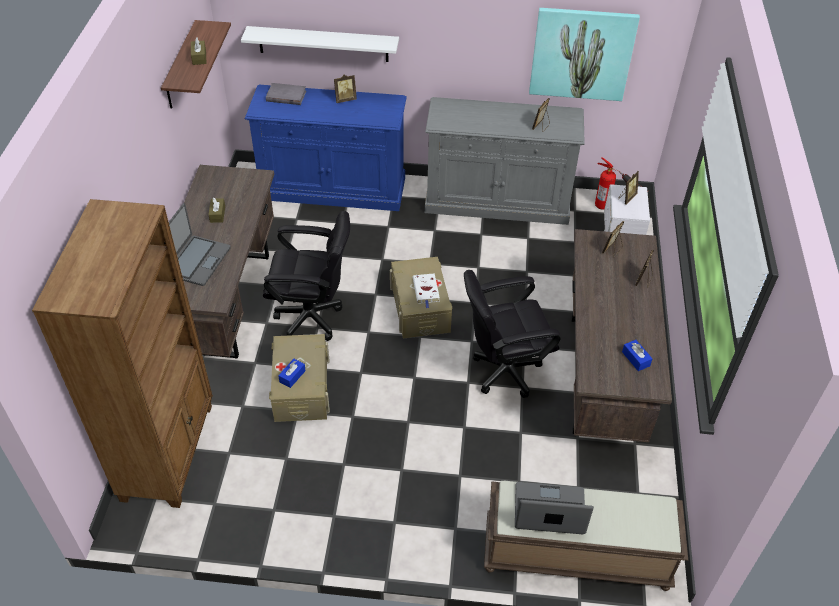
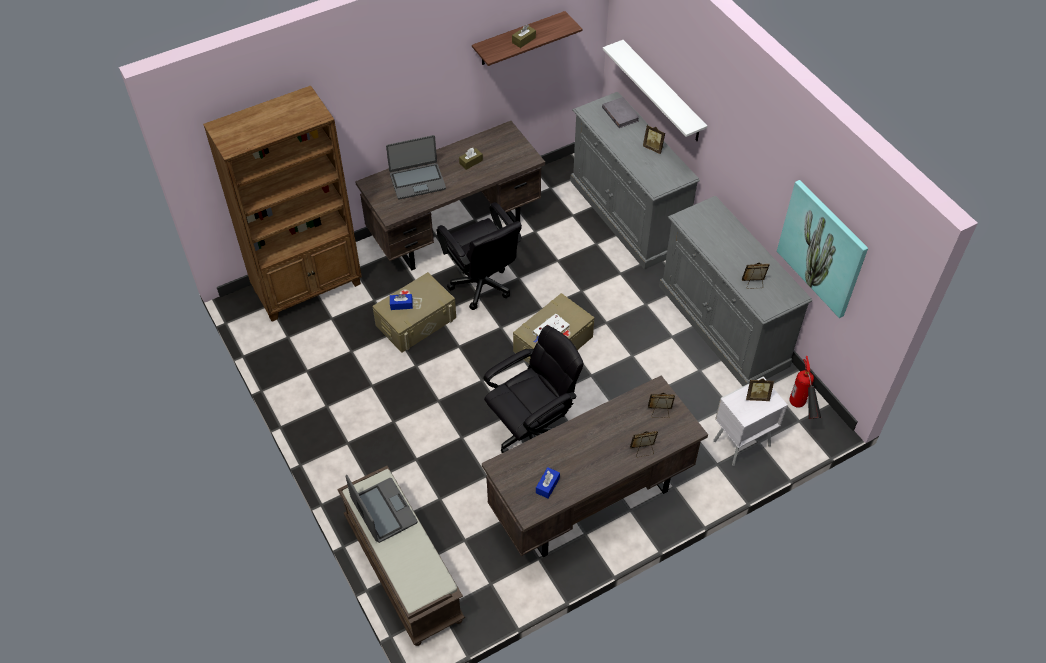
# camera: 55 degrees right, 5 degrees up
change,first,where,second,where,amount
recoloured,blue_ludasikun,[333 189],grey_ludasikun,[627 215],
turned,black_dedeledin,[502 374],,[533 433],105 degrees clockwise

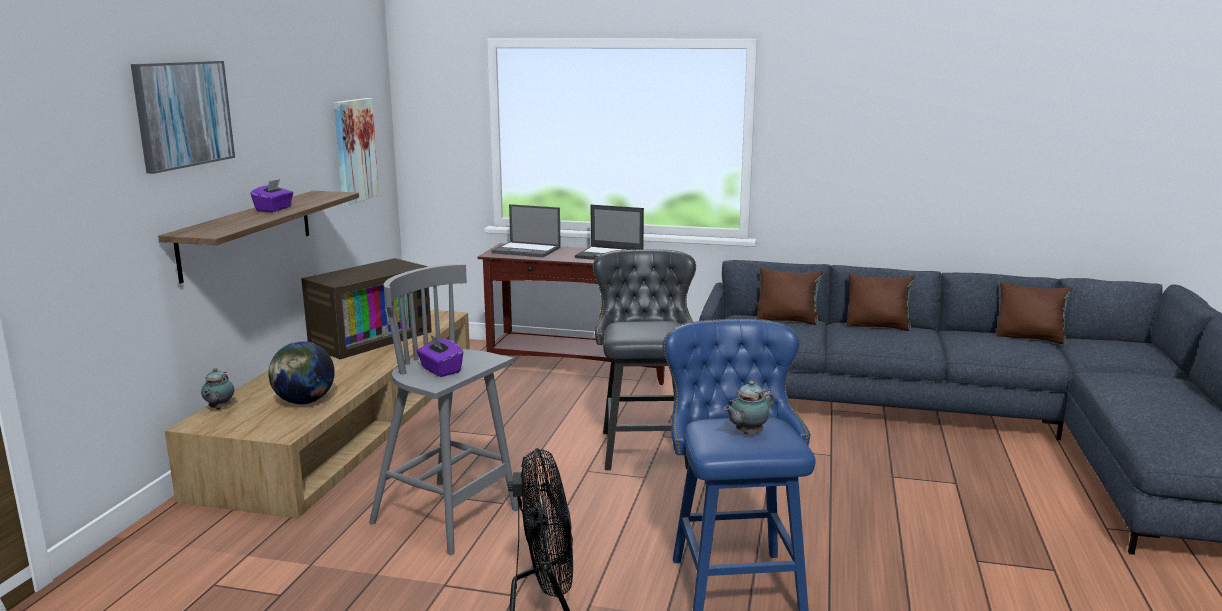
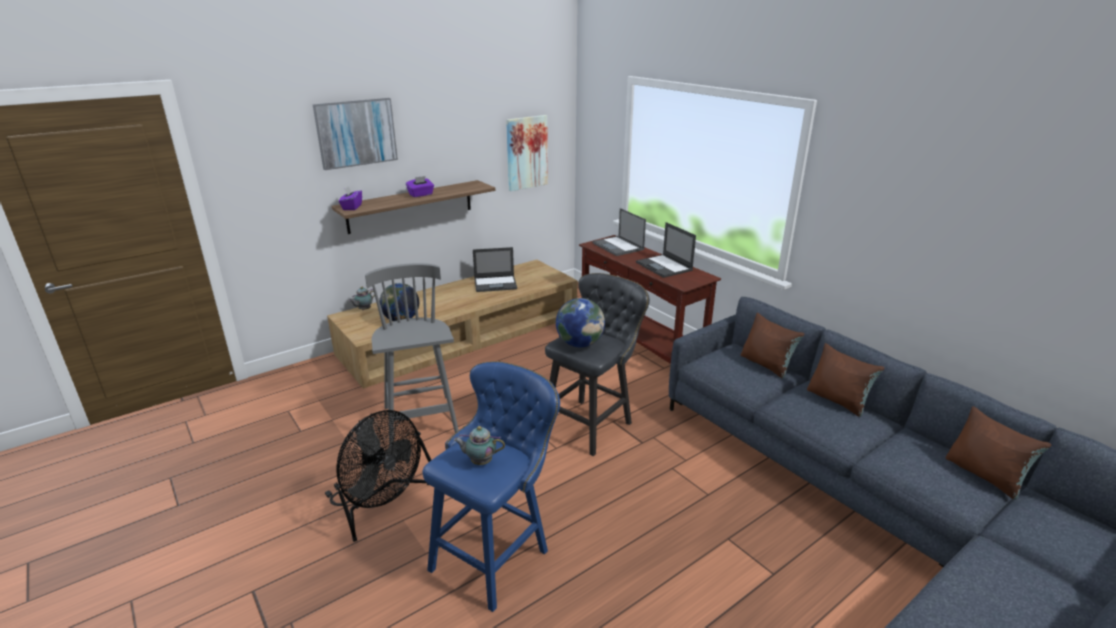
# camera: 40 degrees right, 10 degrees up
change,first,where,second,where,amount
replaced,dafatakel,[370 338],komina,[496 284],
moved,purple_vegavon,[440 370],,[352 207],
added,,,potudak,[580 344],

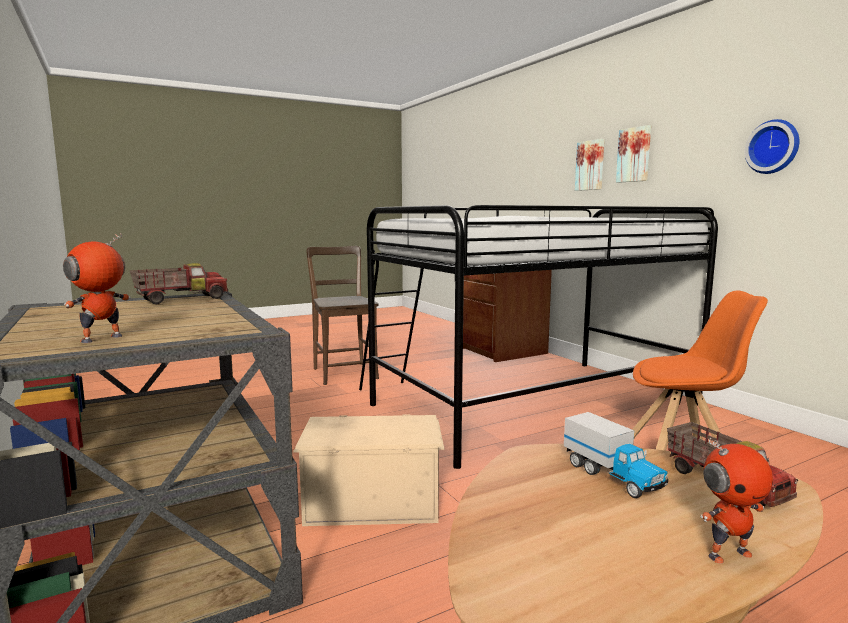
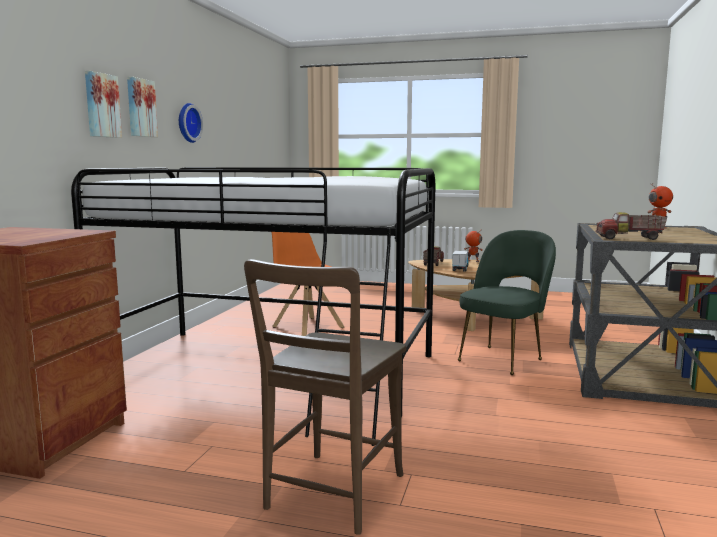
# camera: 135 degrees left, 0 degrees up
change,first,where,second,where,amount
moved,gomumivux,[590 165],,[140 108],
replaced,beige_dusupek,[371 501],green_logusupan,[504 358],

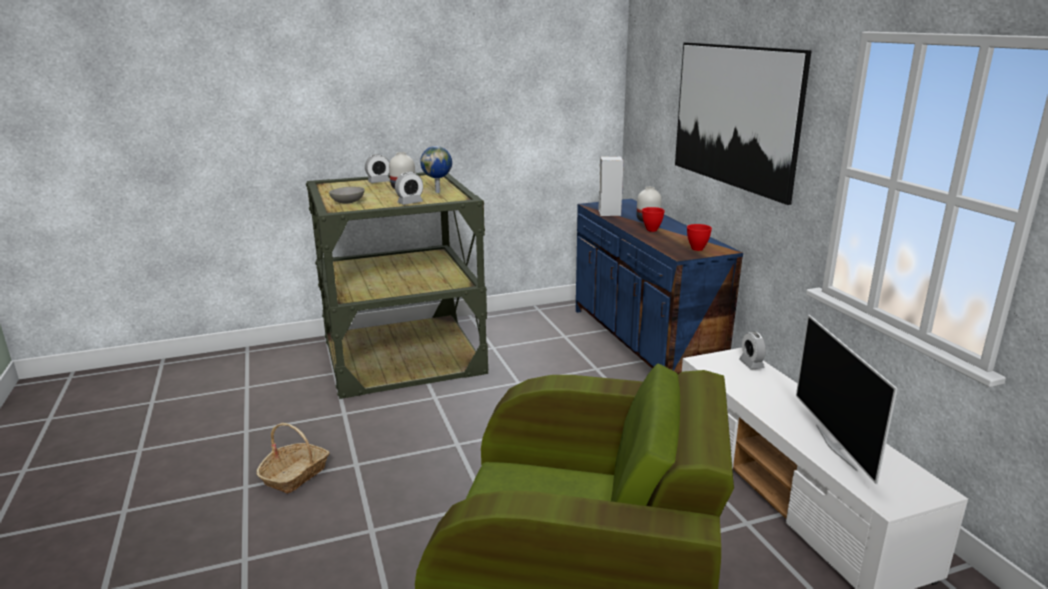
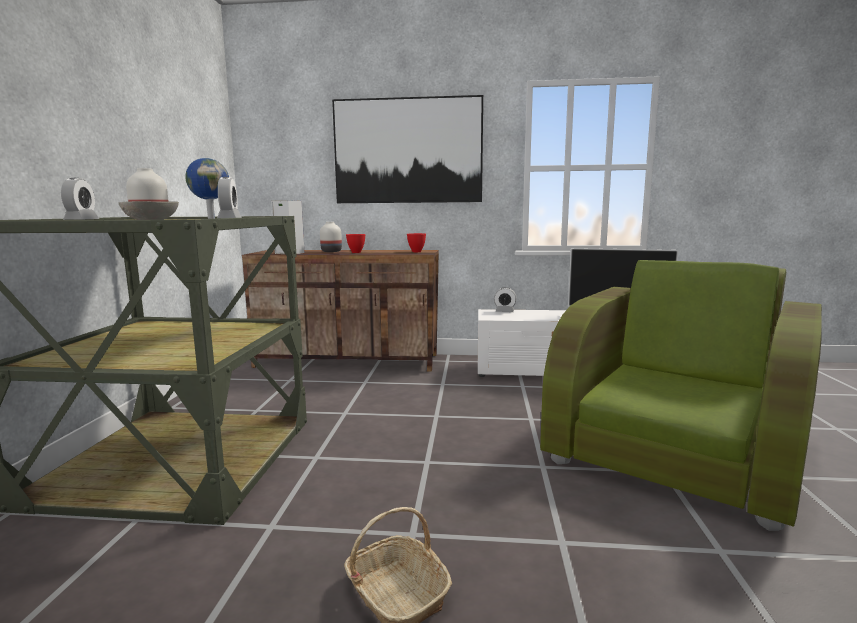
# camera: 65 degrees left, 10 degrees down
change,first,where,second,where,amount
recoloured,blue_ludasikun,[642 343],brown_ludasikun,[348 361],

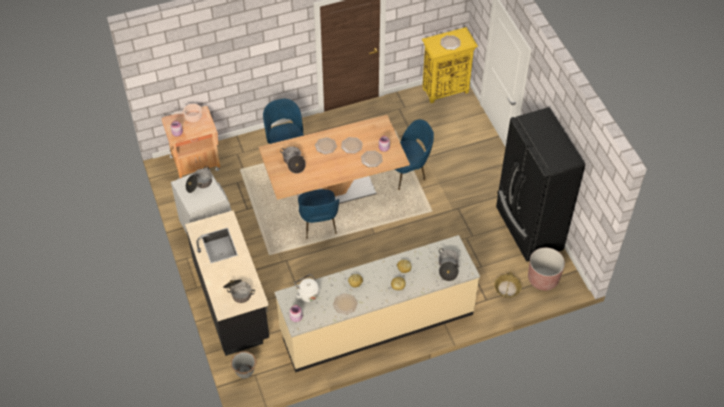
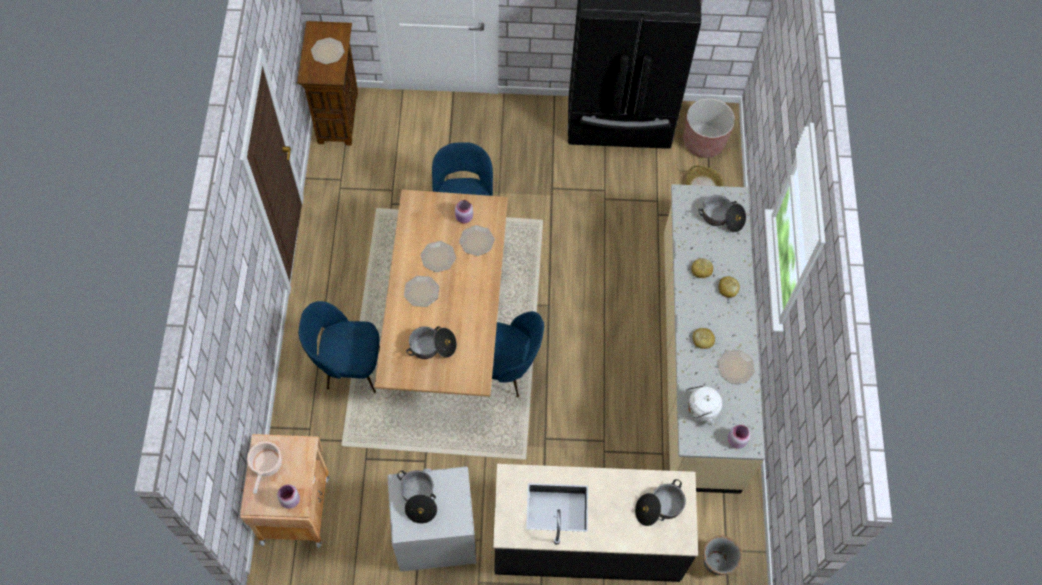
# camera: 70 degrees left, 10 degrees up
change,first,where,second,where,amount
recoloured,yellow_ludasikun,[445 90],brown_ludasikun,[337 118],

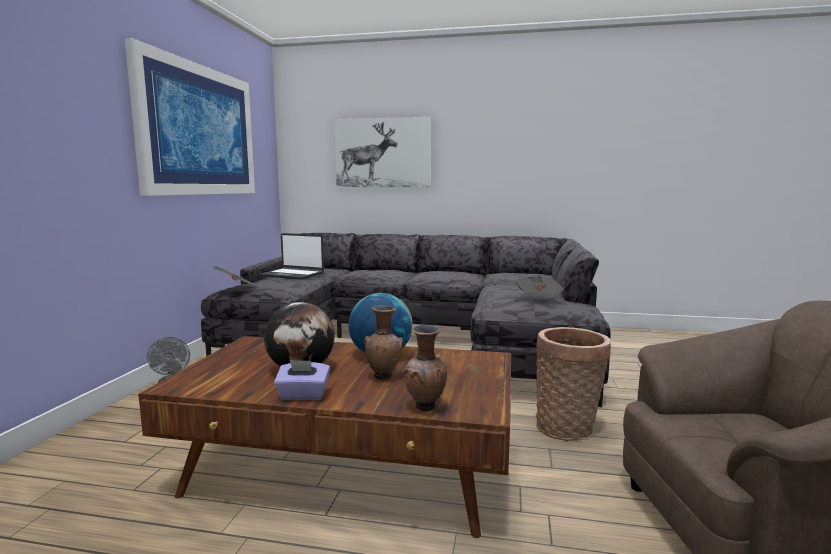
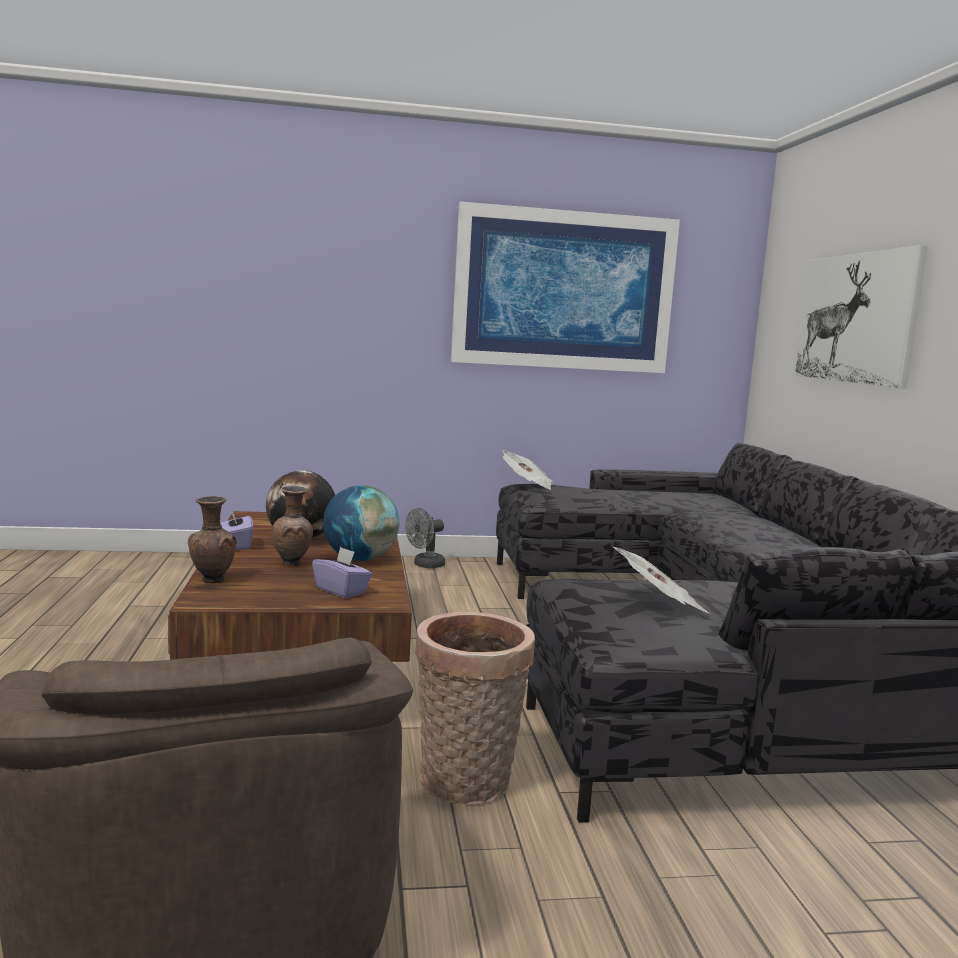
# camera: 70 degrees right, 0 degrees up
change,first,where,second,where,amount
removed,komina,[292 274],,,
added,,,purple_vegavon,[341 591],

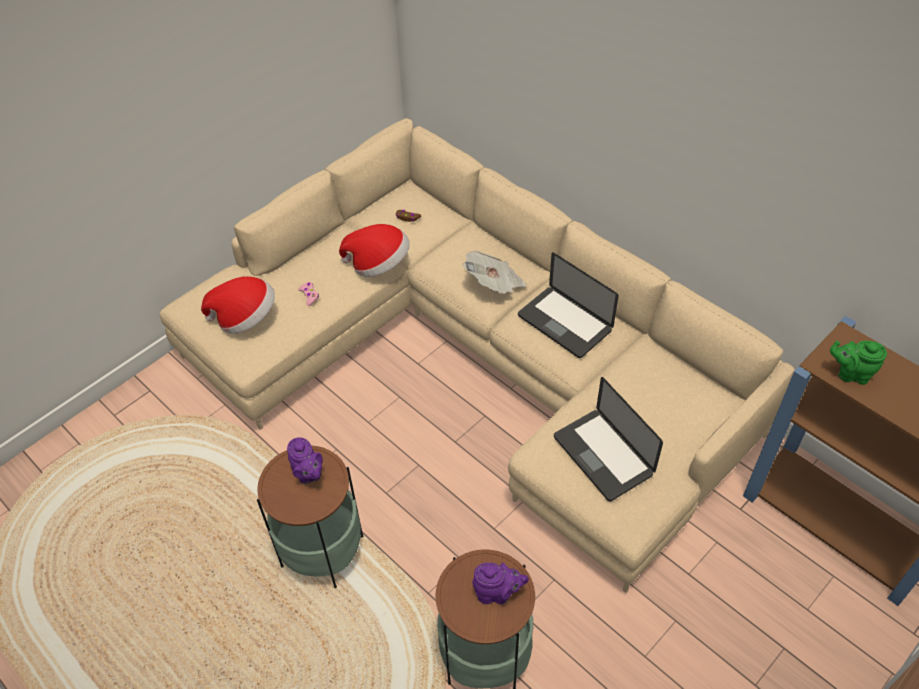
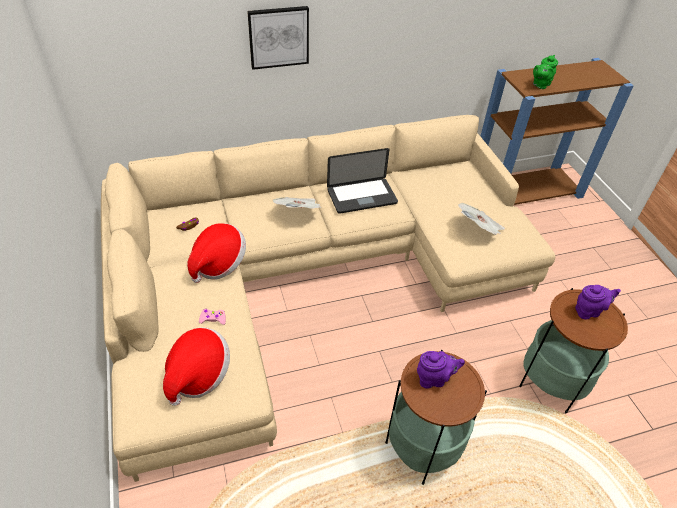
# camera: 65 degrees left, 5 degrees down
change,first,where,second,where,amount
replaced,komina,[603 455],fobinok,[479 229],
turned,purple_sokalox,[497 593],,[589 311],45 degrees clockwise
added,,,gomumivux,[278 37],

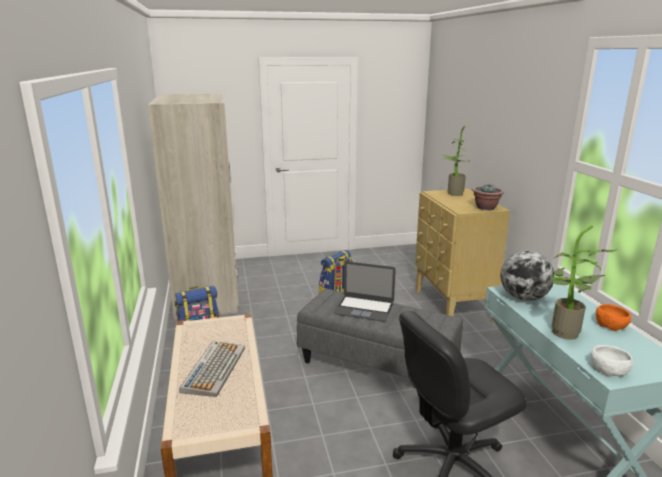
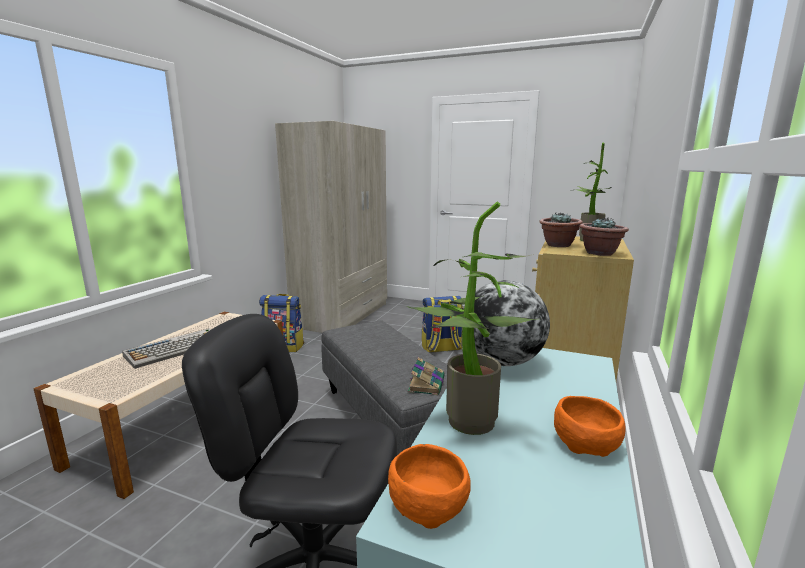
# camera: 35 degrees right, 5 degrees down
change,first,where,second,where,amount
removed,komina,[364 308],,,
recoloured,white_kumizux,[608 369],orange_kumizux,[428 502],
added,,,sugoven,[558 245],
added,,,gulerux,[426 384],

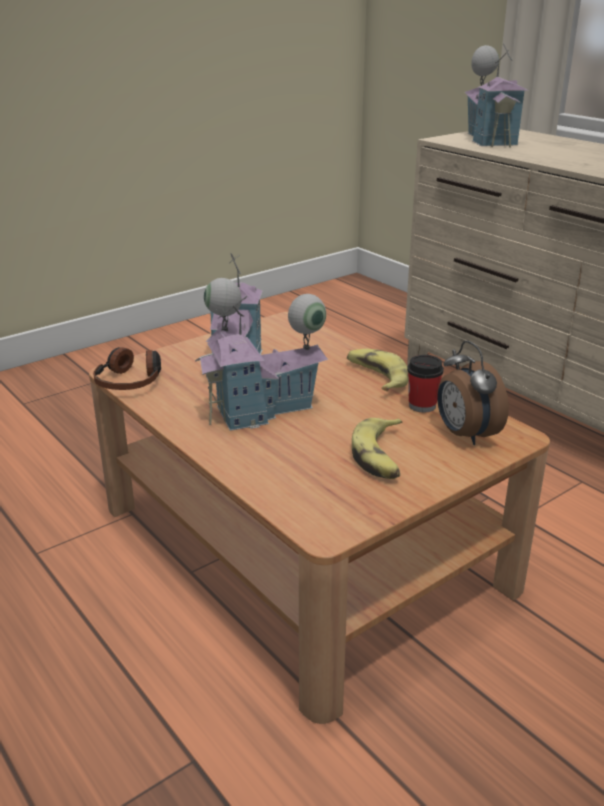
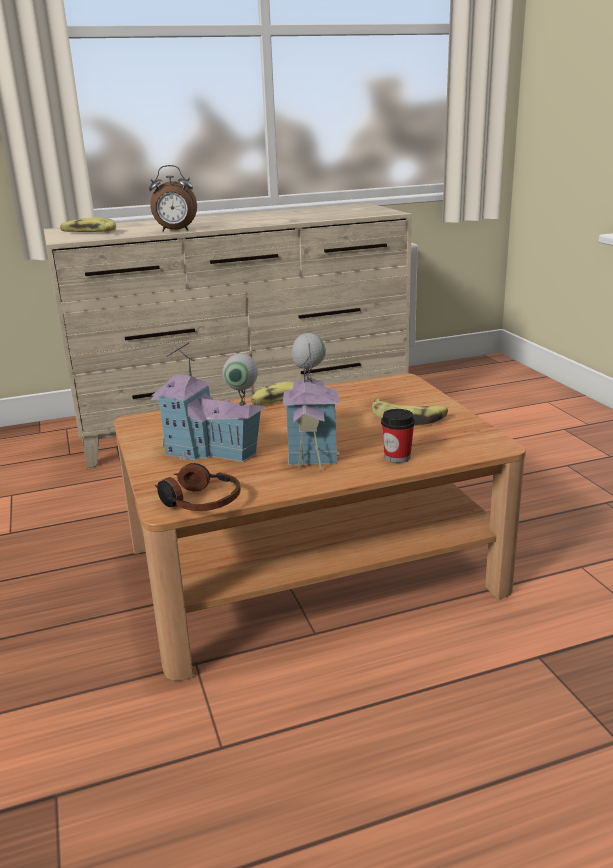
# camera: 70 degrees left, 5 degrees down
change,first,where,second,where,amount
replaced,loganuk,[489 139],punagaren,[89 233],
moved,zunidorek,[464 435],,[175 230],
moved,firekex,[422 406],,[397 457],

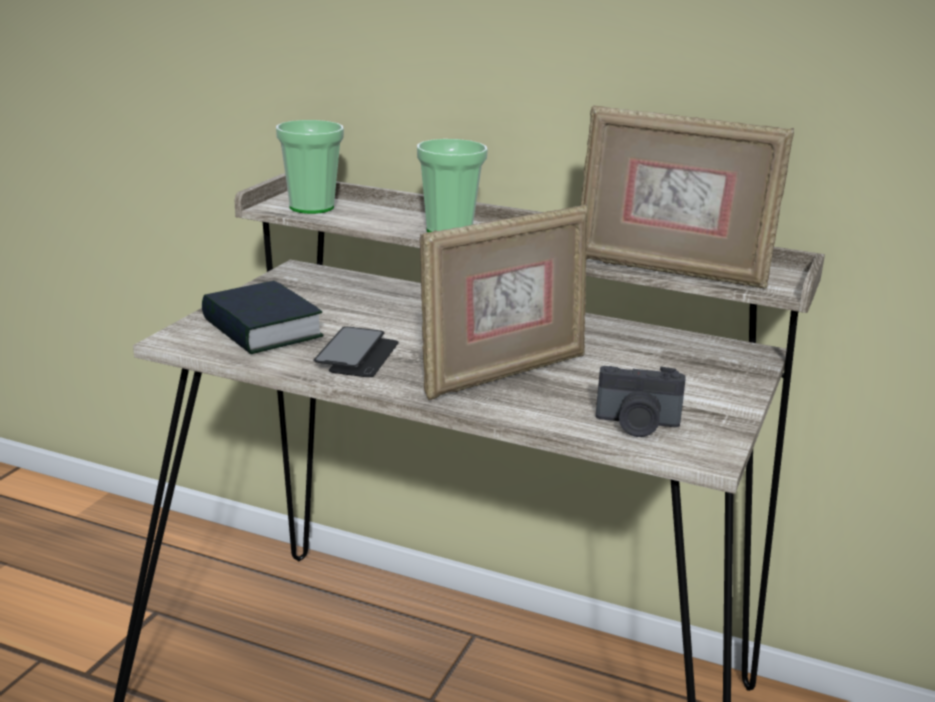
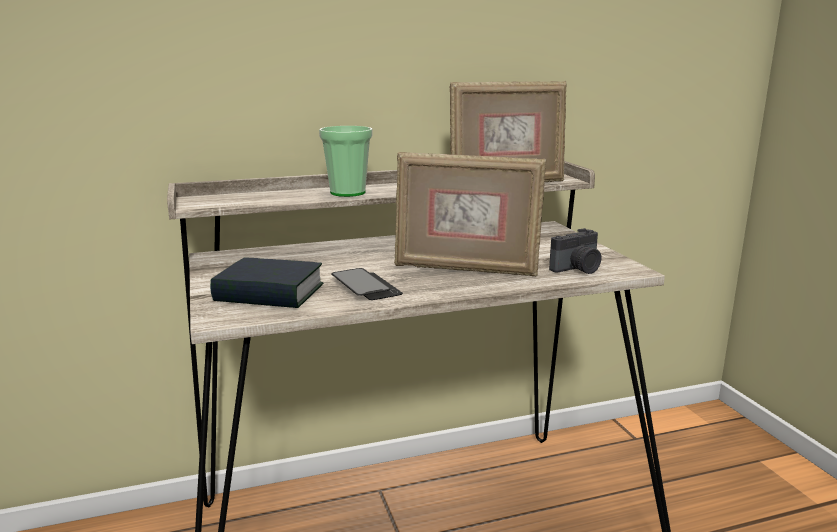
# camera: 40 degrees left, 5 degrees down
change,first,where,second,where,amount
removed,firekex,[311 207],,,
turned,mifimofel,[503 373],,[465 269],90 degrees clockwise

